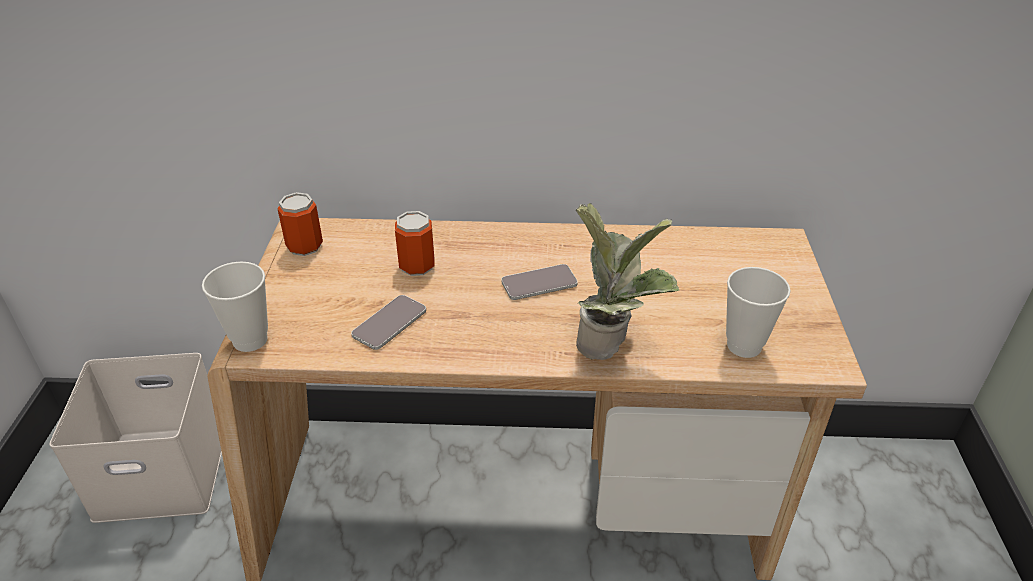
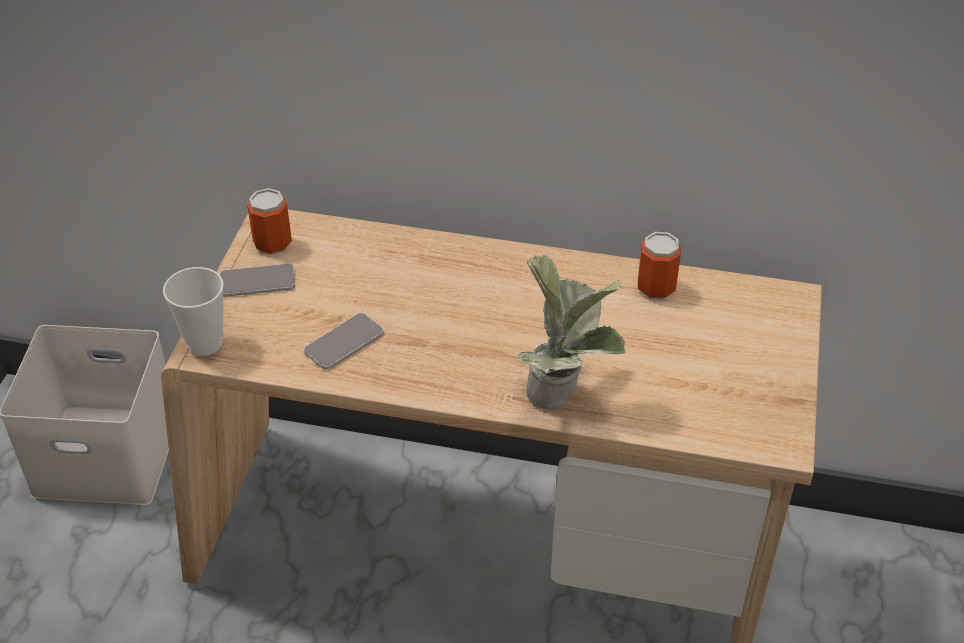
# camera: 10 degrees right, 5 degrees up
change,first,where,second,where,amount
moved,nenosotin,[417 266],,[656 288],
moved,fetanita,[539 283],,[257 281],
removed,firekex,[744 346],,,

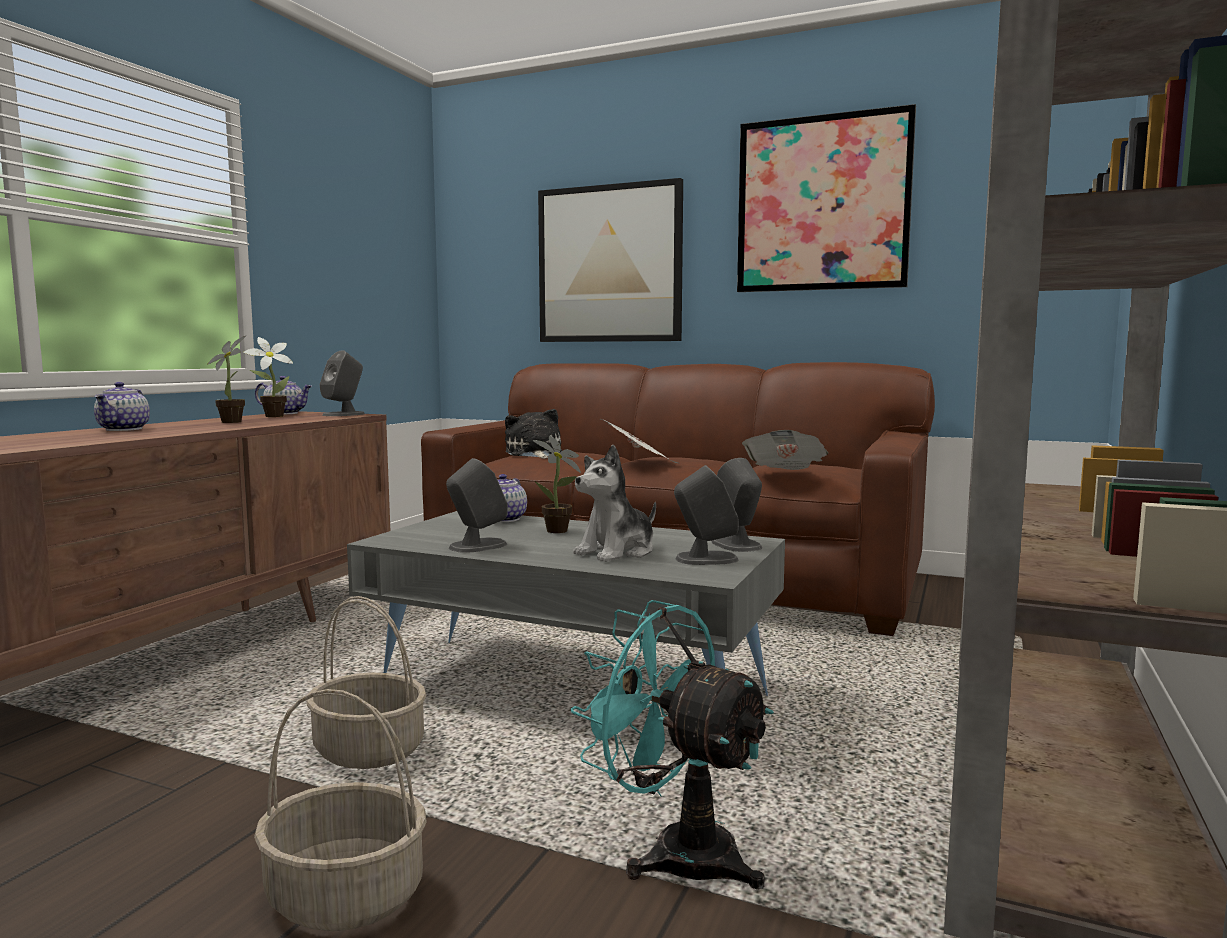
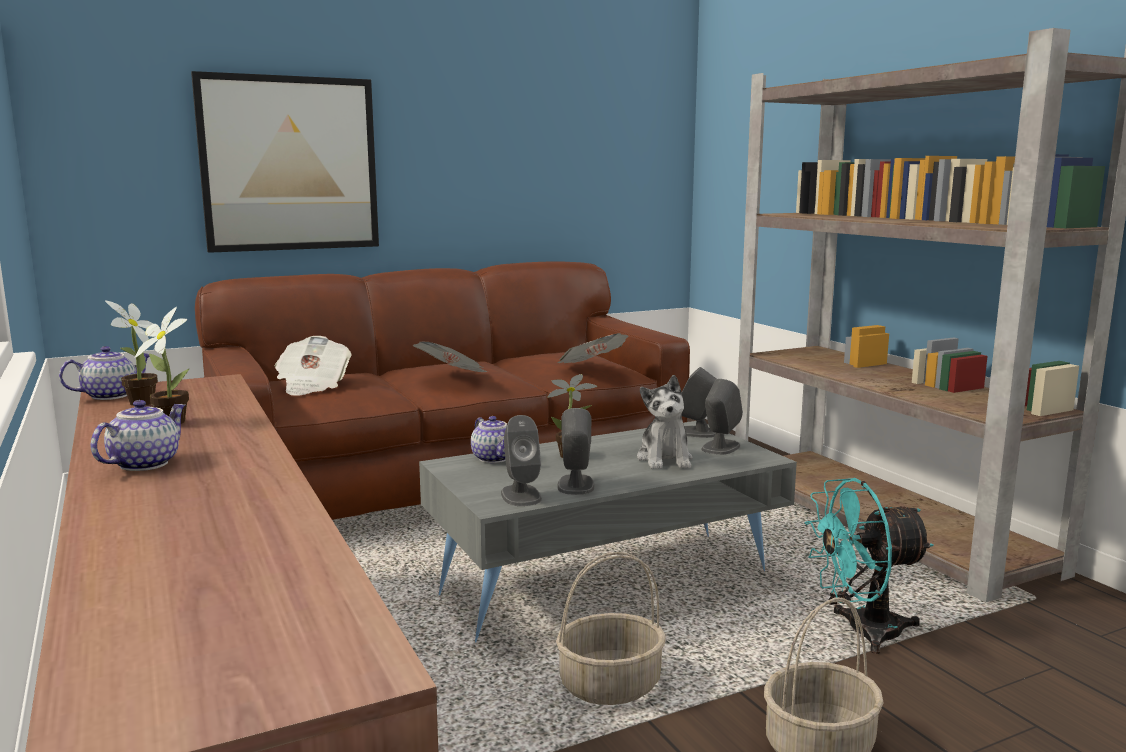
# camera: 50 degrees left, 5 degrees up
change,first,where,second,where,amount
removed,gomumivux,[822 204],,,
moved,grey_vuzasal,[344 414],,[520 495],
turned,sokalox,[124 429],,[144 464],105 degrees counterclockwise
replaced,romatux,[534 454],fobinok,[312 386],

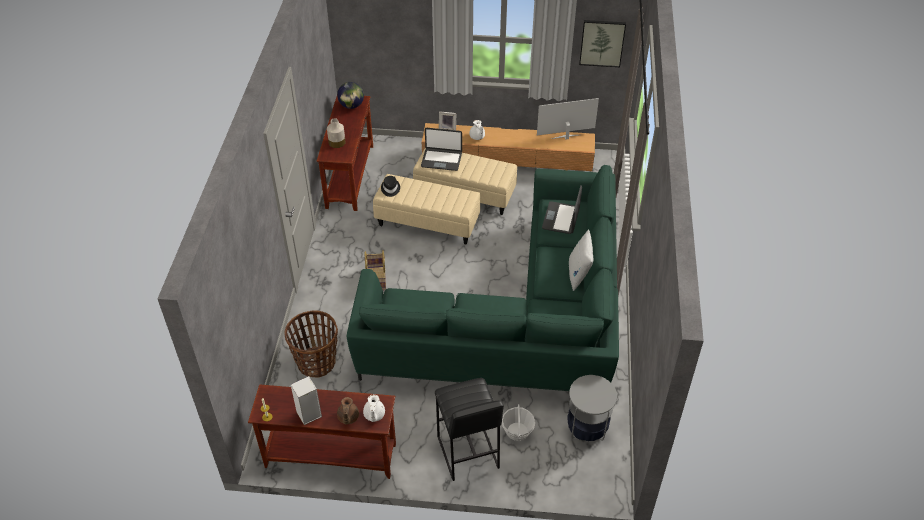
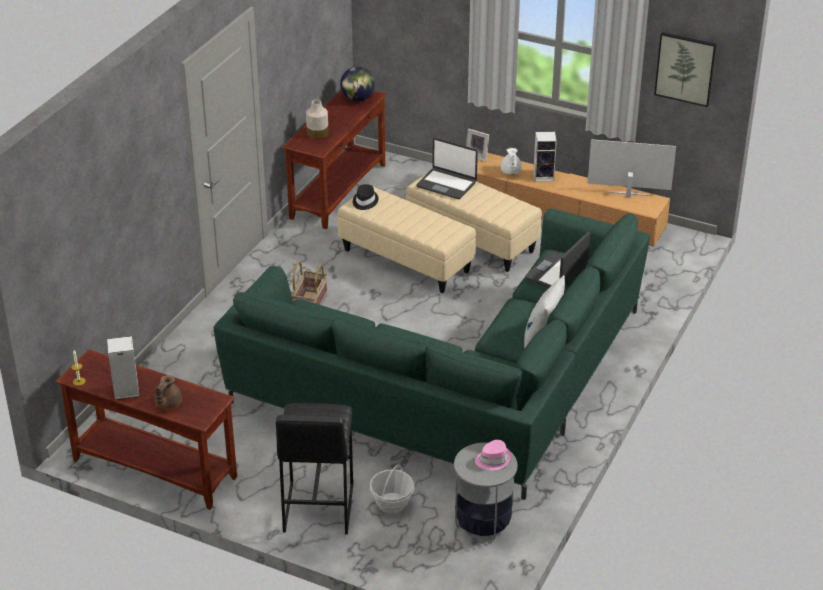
# camera: 20 degrees right, 10 degrees down
change,first,where,second,where,amount
removed,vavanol,[316 362],,,
removed,white_sokalox,[374 415],,,
added,,,vuzasal,[544 176],
added,,,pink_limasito,[493 459],

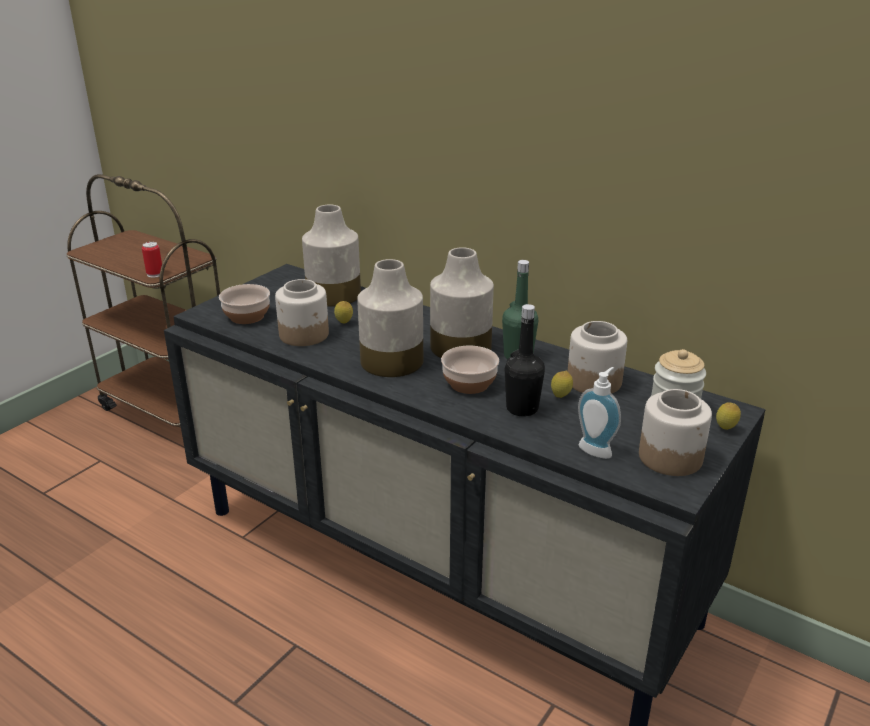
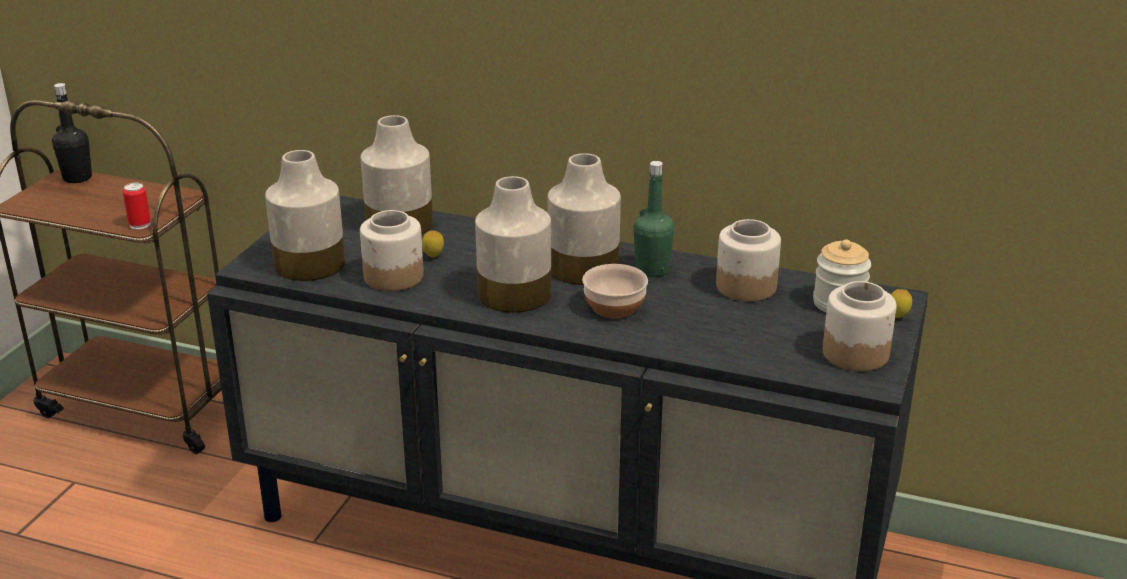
# camera: 15 degrees left, 0 degrees up
change,first,where,second,where,amount
replaced,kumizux,[247 316],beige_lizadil,[309 263],
moved,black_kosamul,[522 408],,[77 178],
removed,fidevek,[597 449],,,
removed,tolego,[560 397],,,

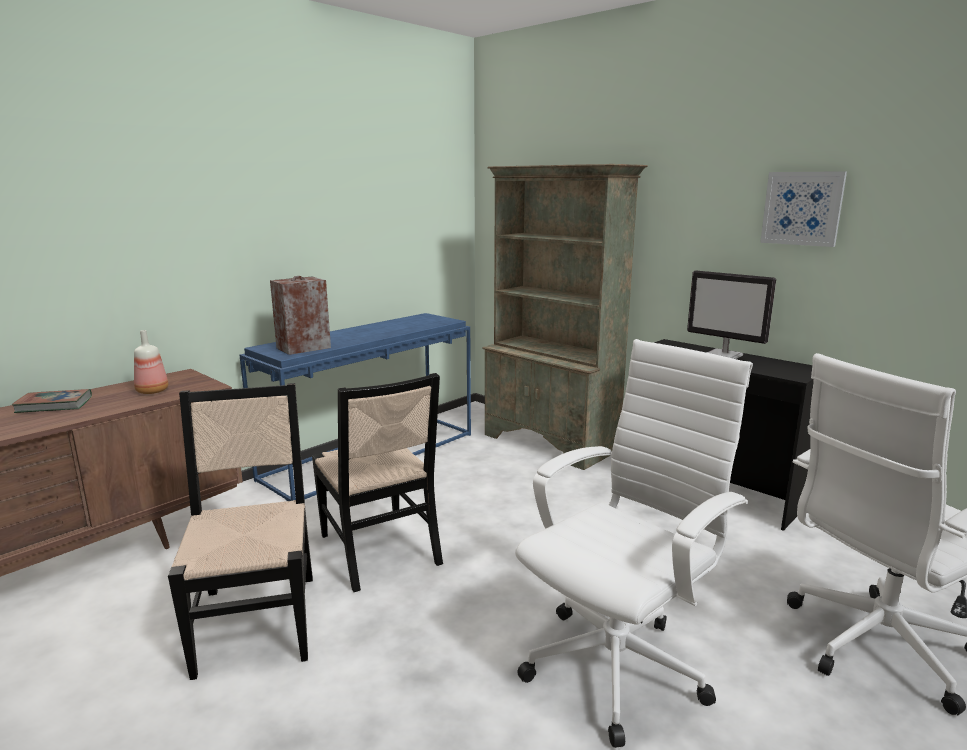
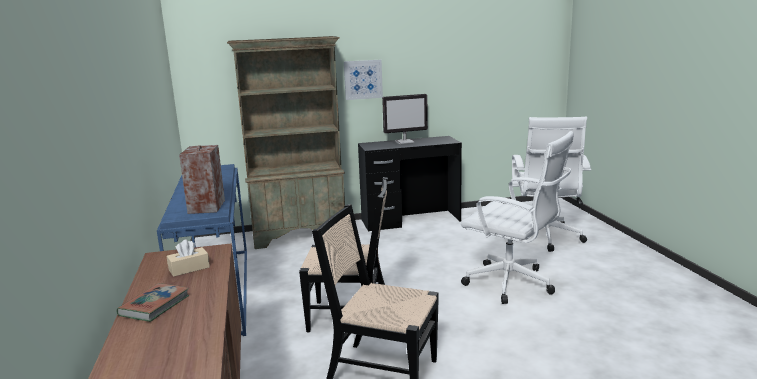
# camera: 55 degrees left, 0 degrees up
change,first,where,second,where,amount
moved,gomumivux,[802 208],,[363 79],
replaced,kosamul,[151 391],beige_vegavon,[189 268],
turned,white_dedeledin,[619 664],,[513 284],135 degrees clockwise

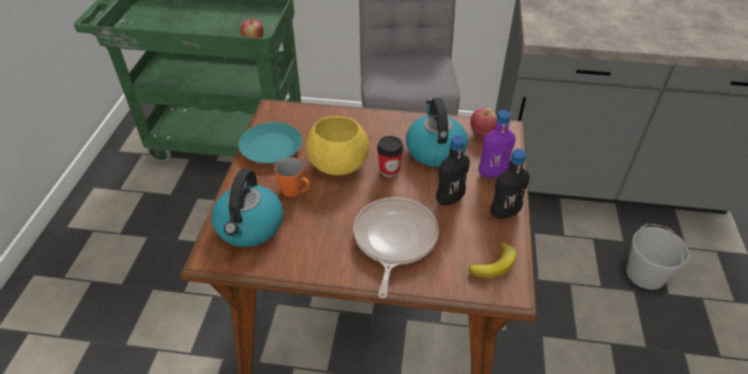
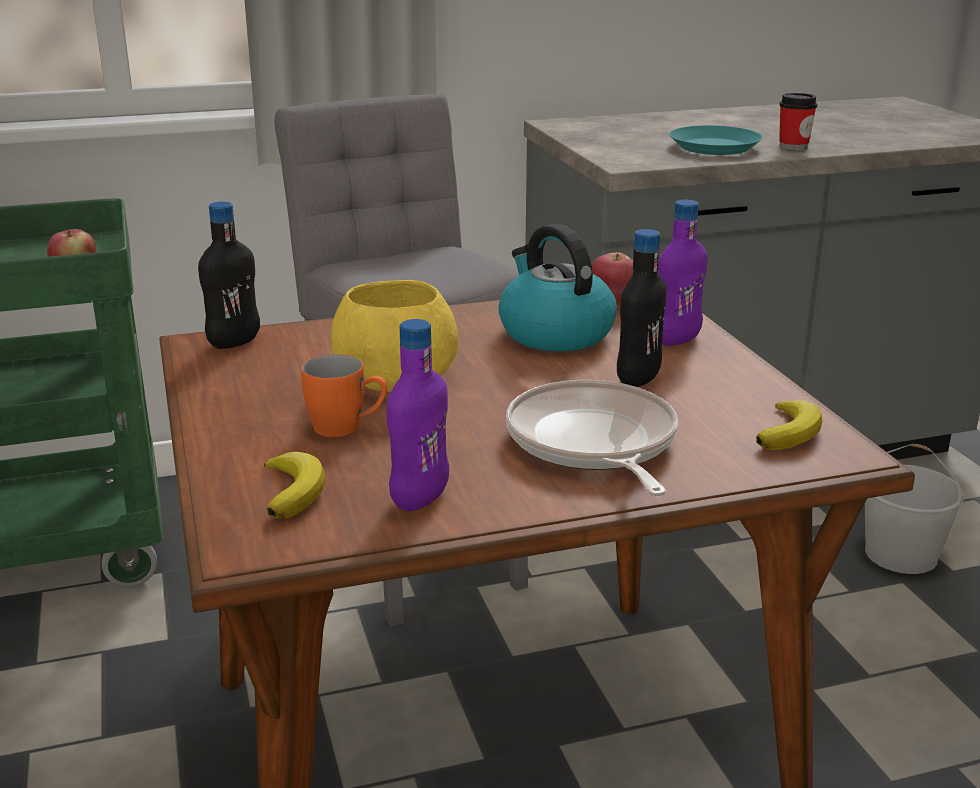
# camera: 25 degrees left, 20 degrees down
change,first,where,second,where,amount
moved,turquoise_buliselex,[271 148],,[714 147],
moved,firekex,[389 170],,[793 147],
moved,black_kosamul,[504 213],,[234 342],
replaced,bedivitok,[250 227],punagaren,[293 490],
added,,,purple_kosamul,[419 498],

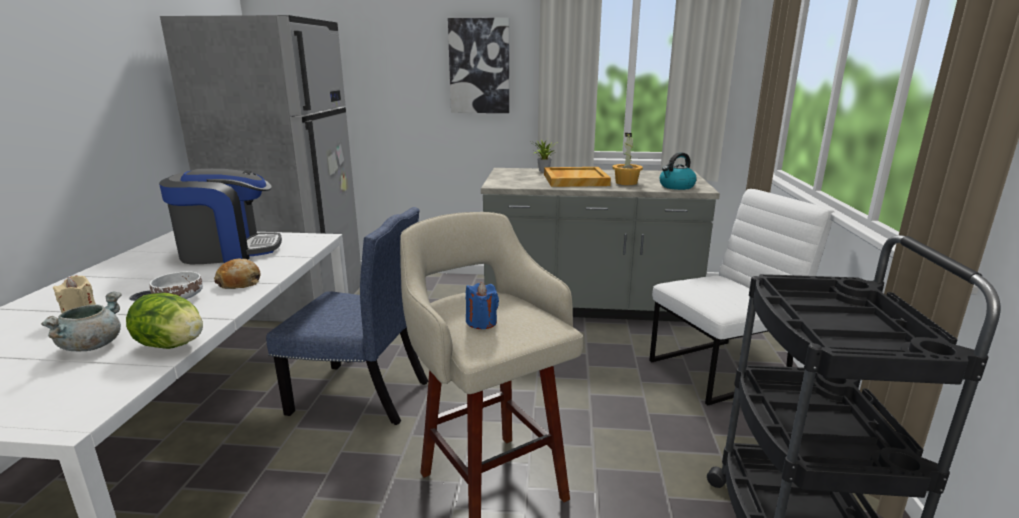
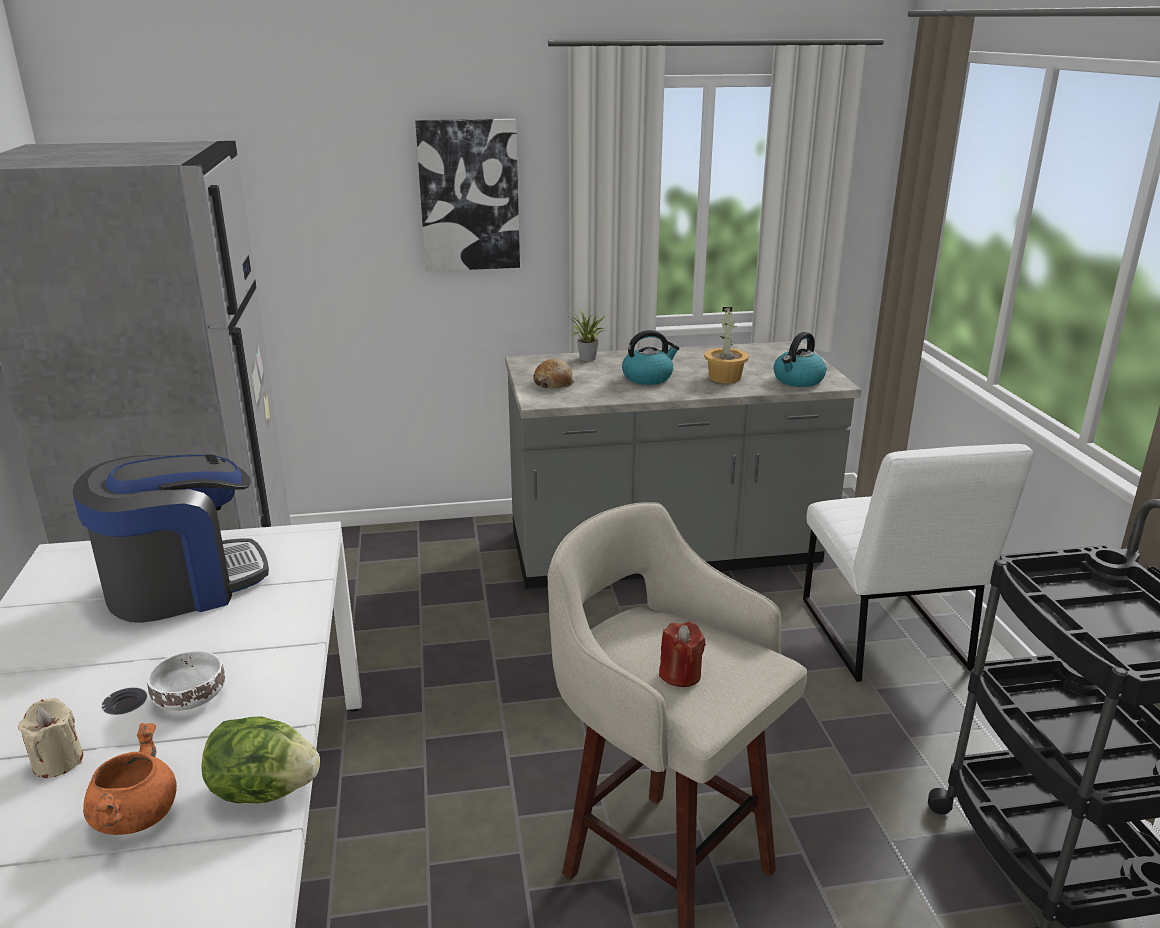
# camera: 15 degrees left, 5 degrees up
change,first,where,second,where,amount
replaced,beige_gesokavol,[575 180],bedivitok,[648 377],
turned,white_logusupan,[721 370],,[884 636],120 degrees clockwise
removed,blue_logusupan,[358 395],,,
moved,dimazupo,[239 282],,[553 383],
recoloured,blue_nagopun,[481 322],red_nagopun,[680 674],
recoloured,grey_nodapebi,[91 345],orange_nodapebi,[135 815],

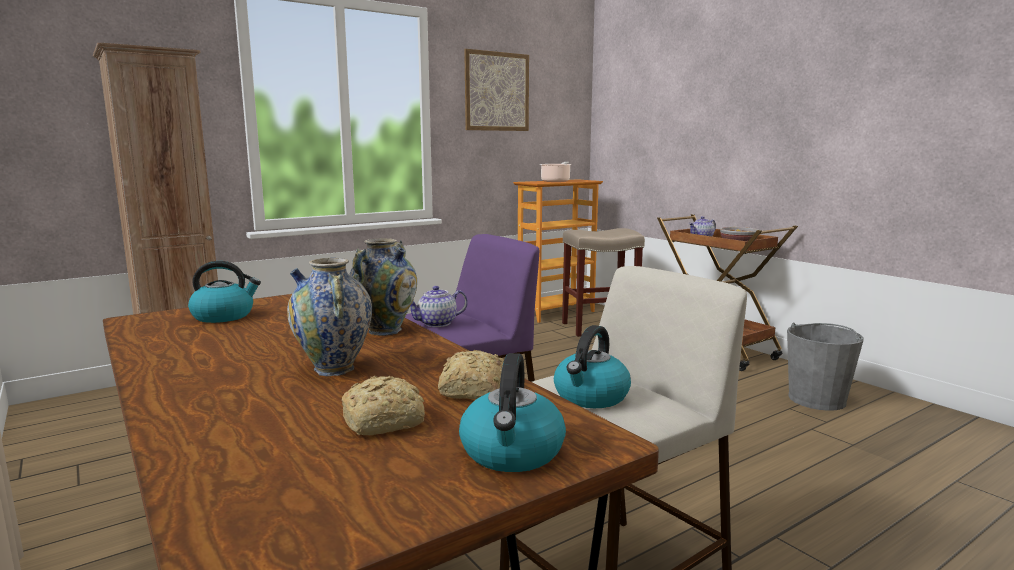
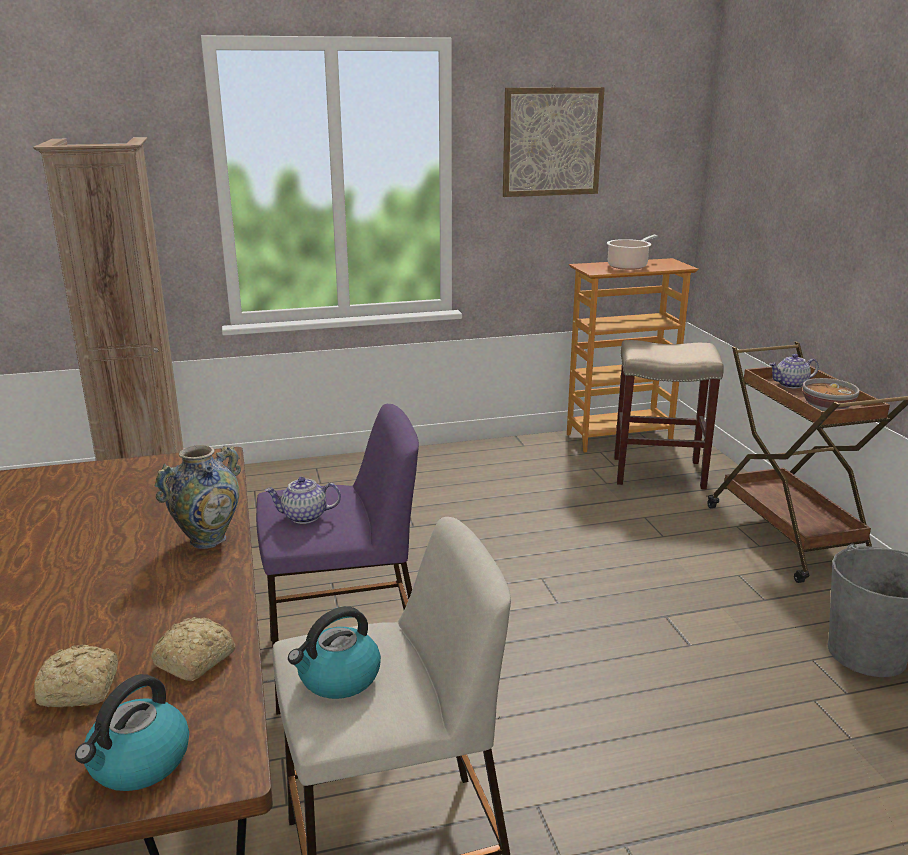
# camera: 20 degrees right, 10 degrees up
change,first,where,second,where,amount
removed,lizadil,[334 369],,,
removed,bedivitok,[224 316],,,

